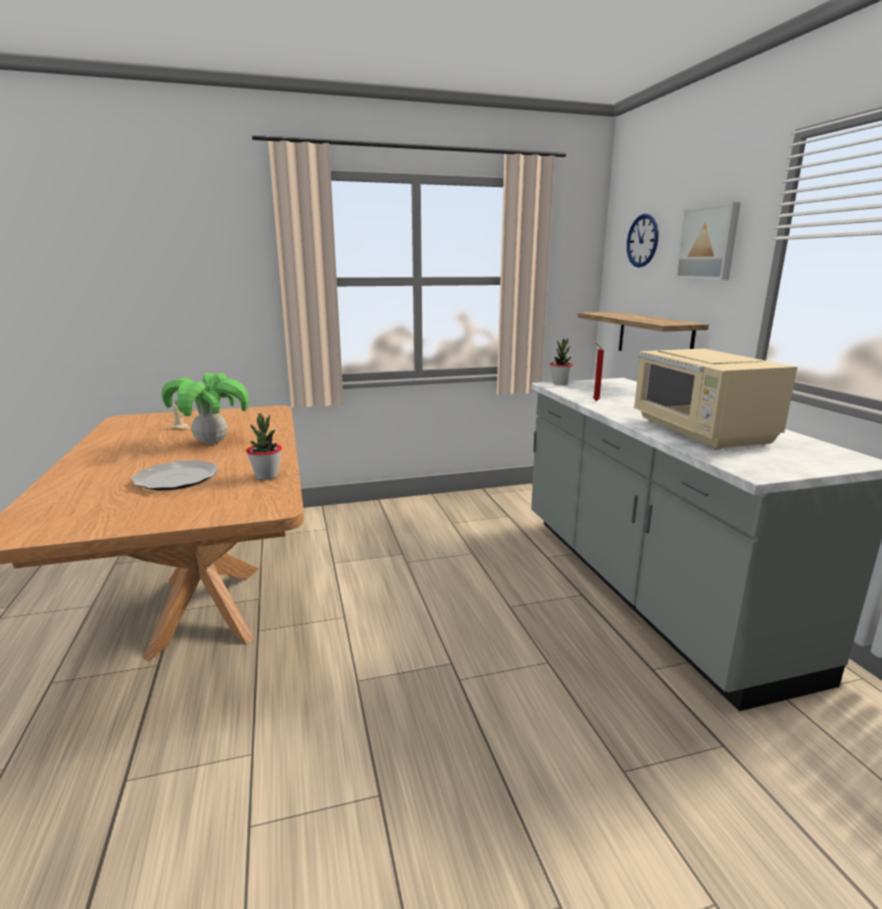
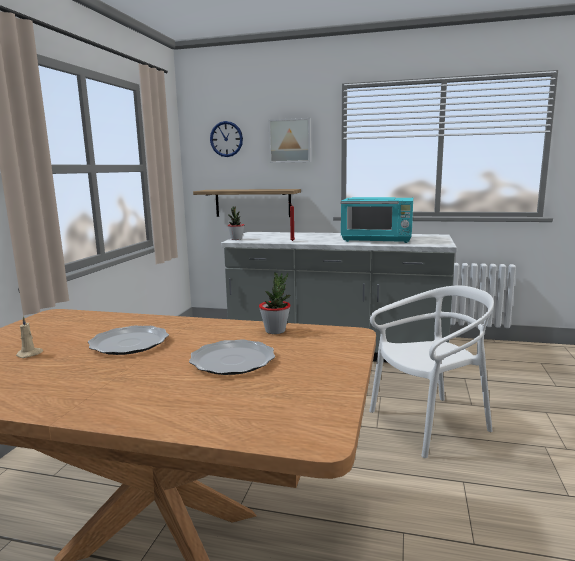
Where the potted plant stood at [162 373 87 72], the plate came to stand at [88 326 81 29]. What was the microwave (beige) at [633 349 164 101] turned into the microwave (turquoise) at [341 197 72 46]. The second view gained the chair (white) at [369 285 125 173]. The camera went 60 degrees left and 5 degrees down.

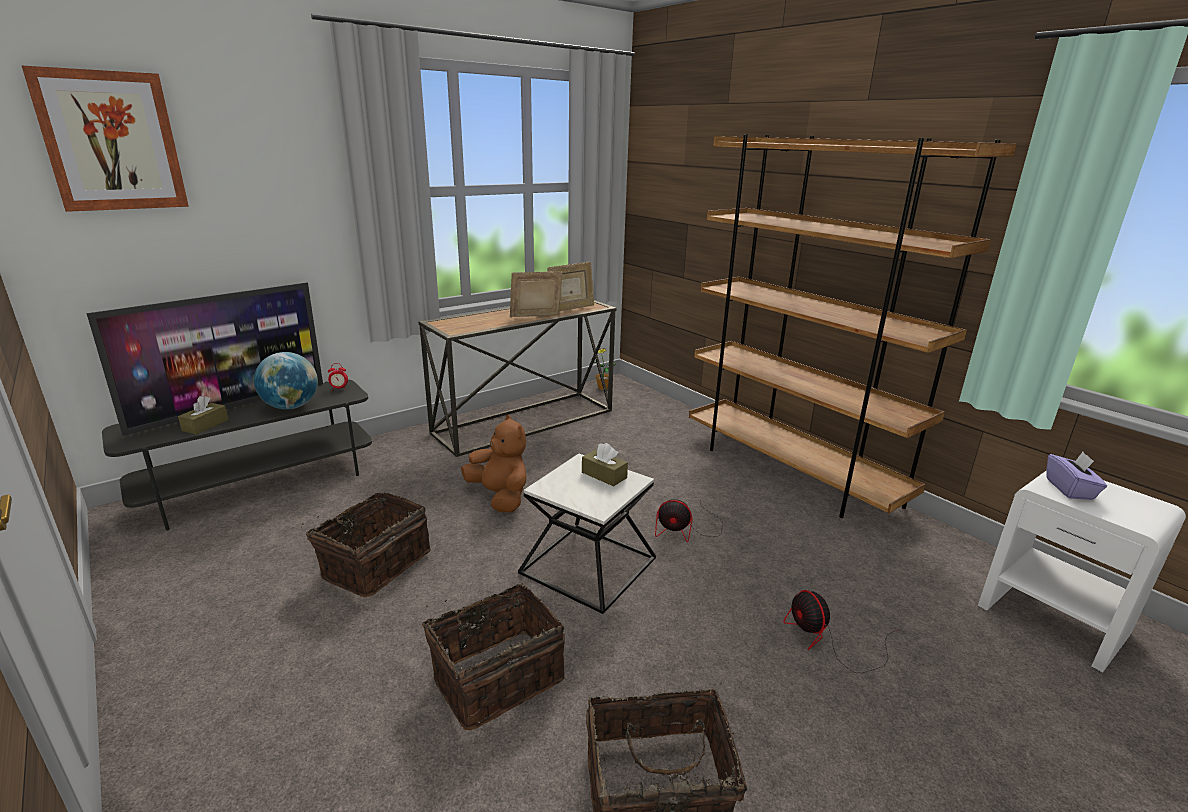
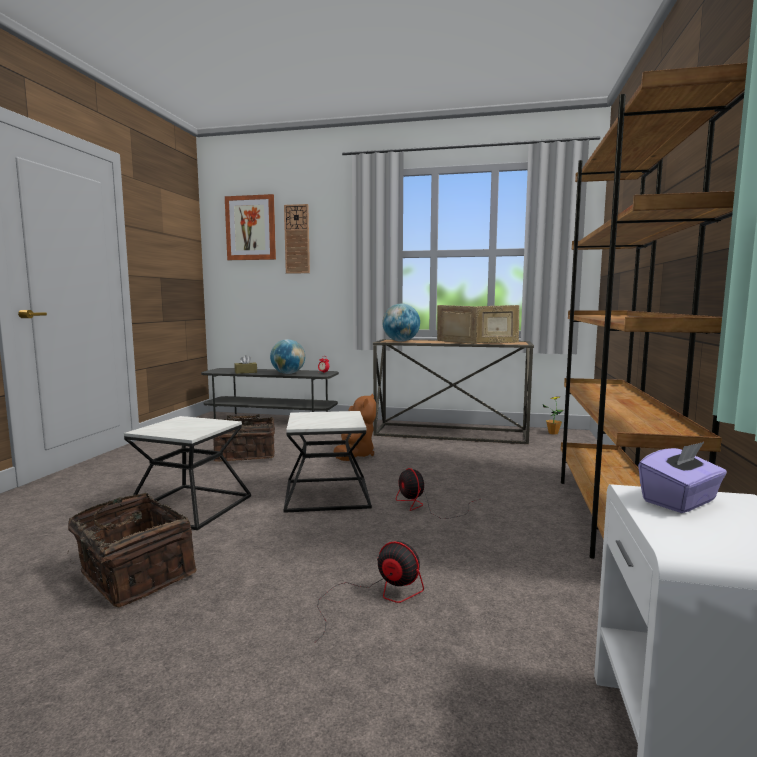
The second view lost the television at [86 282 237 154]. Where the basket stood at [422 583 143 147], the side table came to stand at [124 416 127 114]. The second view lost the tissue box (brown) at [582 443 46 43]. The fan at [783 590 116 83] ended up facing another way, 90 degrees clockwise from before. The second view gained the wall clock at [284 204 26 70]. The second view gained the globe at [382 304 38 38]. The camera went 50 degrees right and 15 degrees down.

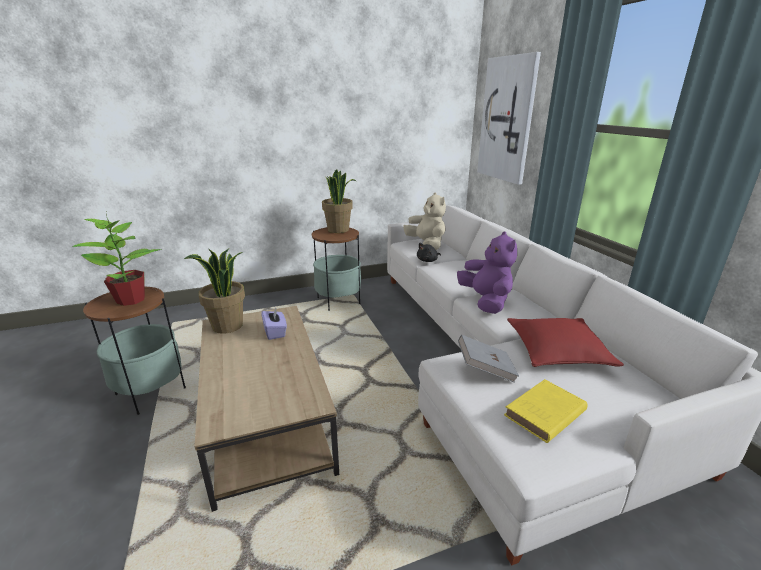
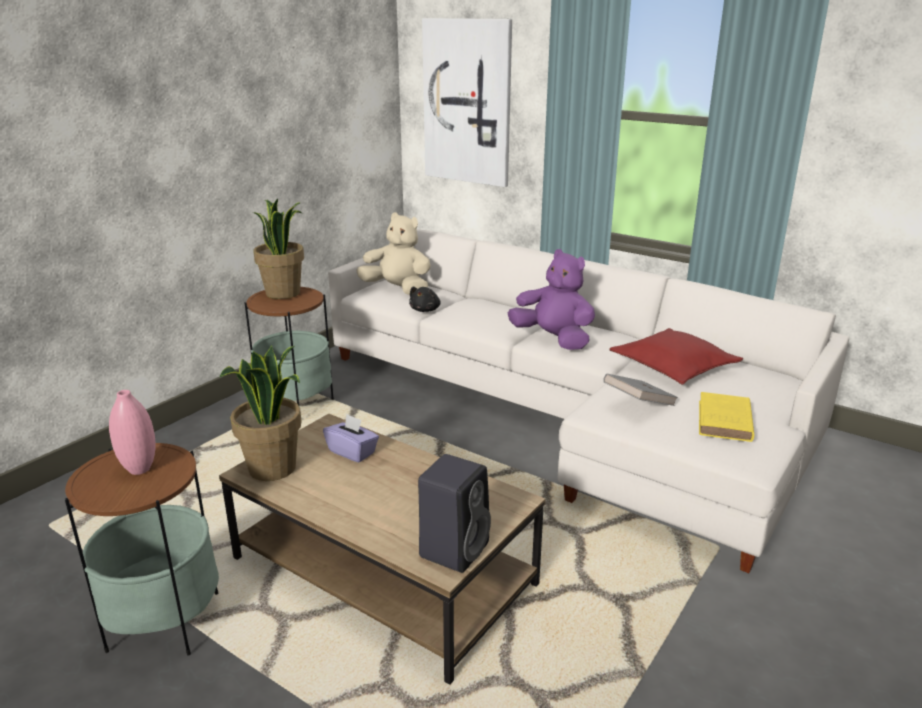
Where the potted plant stood at [72 212 90 94], the vase (pink) came to stand at [109 390 47 85]. The second view gained the speaker (black) at [418 454 73 119]. The camera went 35 degrees left and 0 degrees up.

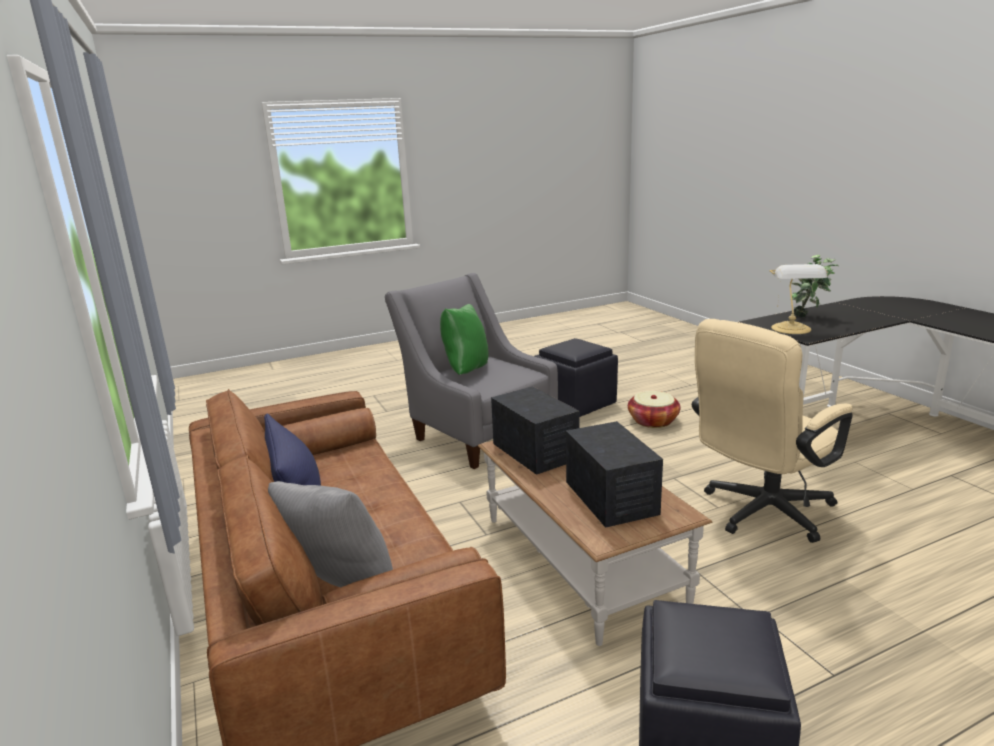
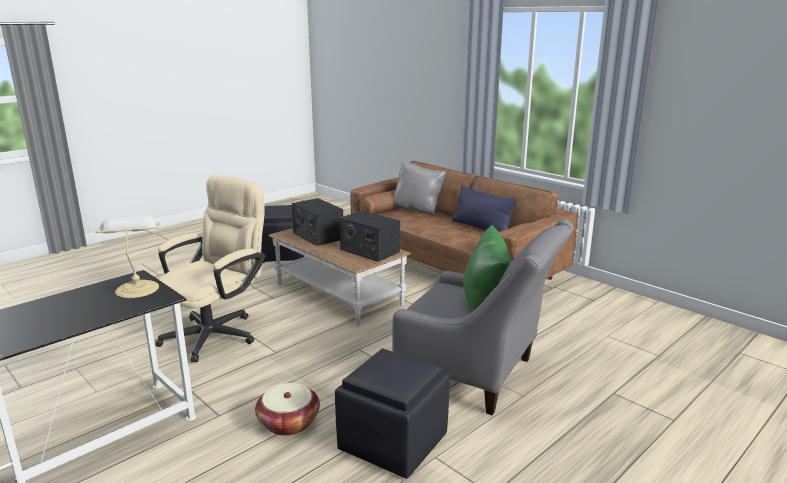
The second view lost the potted plant at [790 255 48 62]. The camera went 160 degrees right and 0 degrees up.

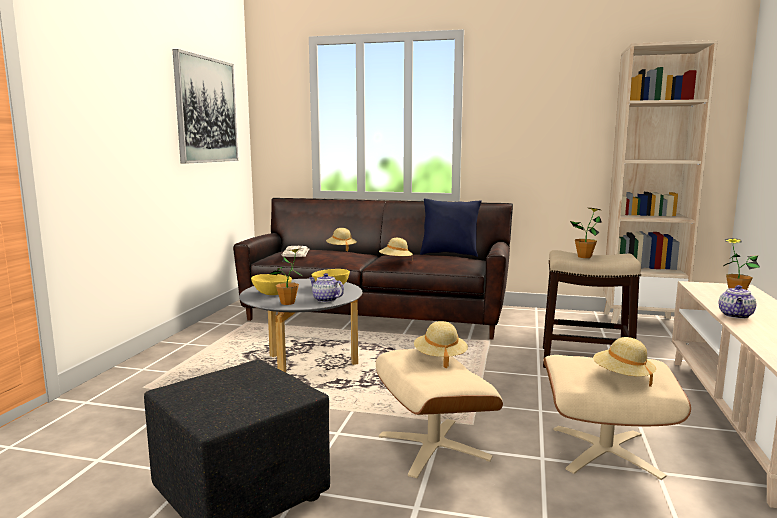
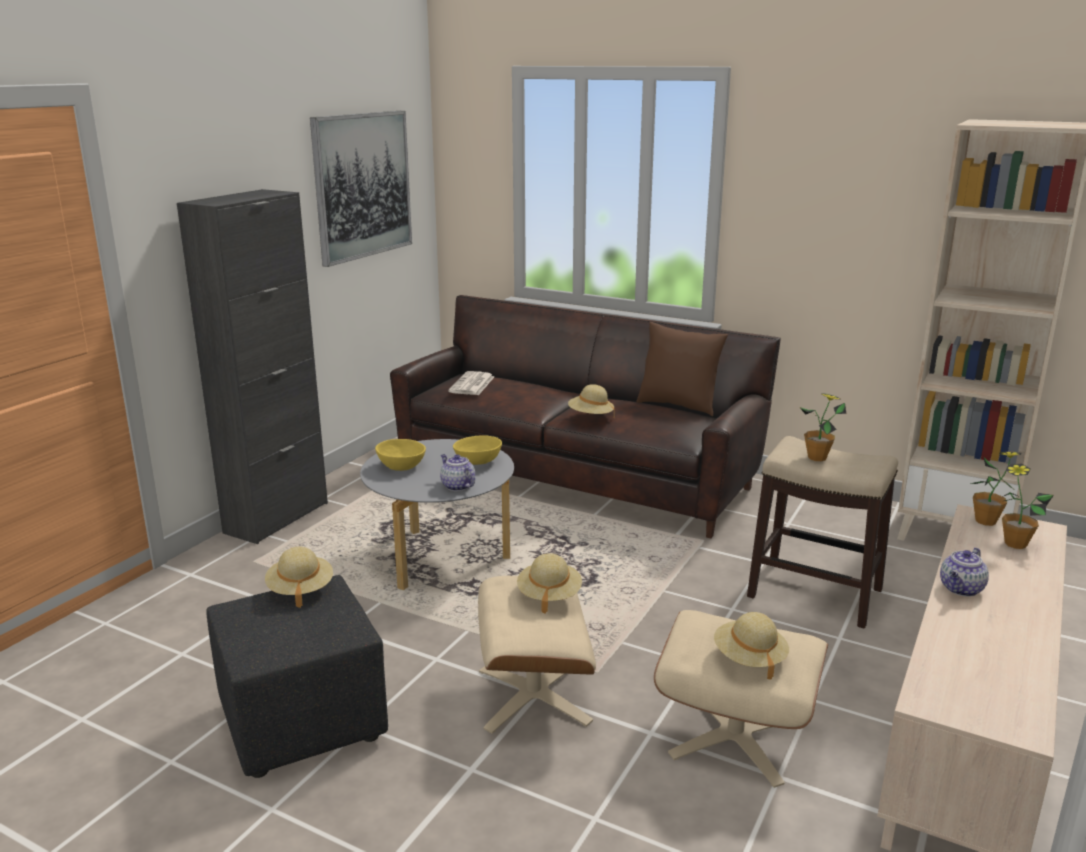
The potted plant ended up elsewhere, having gone from [270 249 33 56] to [969 452 53 74]. The hat (beige) ended up elsewhere, having gone from [326 228 31 23] to [265 547 68 61]. What was the pillow (blue) at [420 198 62 59] turned into the pillow (brown) at [637 322 91 94]. The second view gained the cabinet (black) at [177 189 151 355]. The camera went 15 degrees right and 10 degrees up.

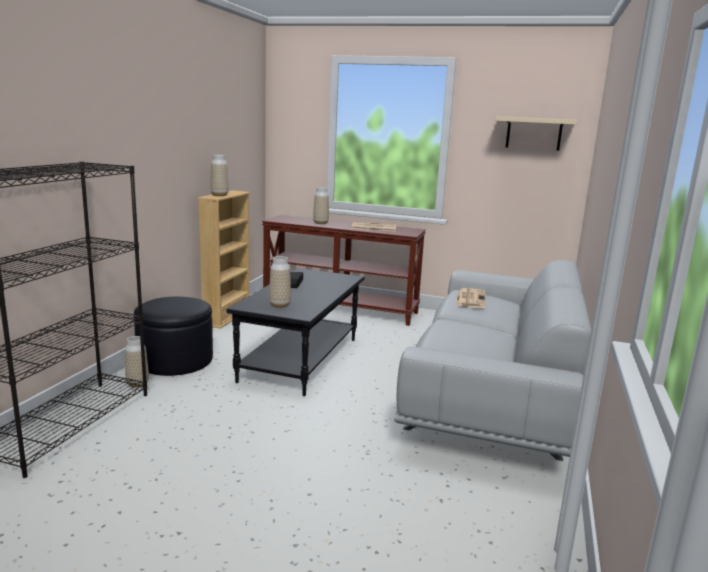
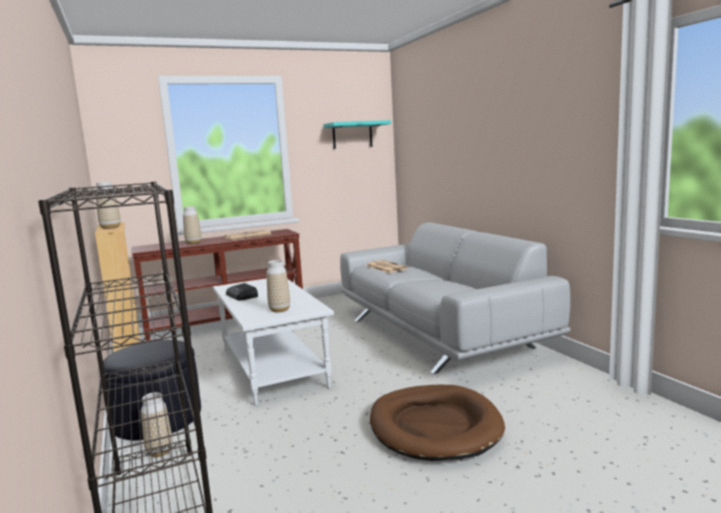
What was the coffee table (black) at [227 268 137 128] turned into the coffee table (white) at [213 279 121 127]. What was the shelf (beige) at [495 116 82 35] turned into the shelf (turquoise) at [323 120 68 29]. The second view gained the dog bed (brown) at [370 385 135 76]. The camera went 40 degrees left and 5 degrees down.

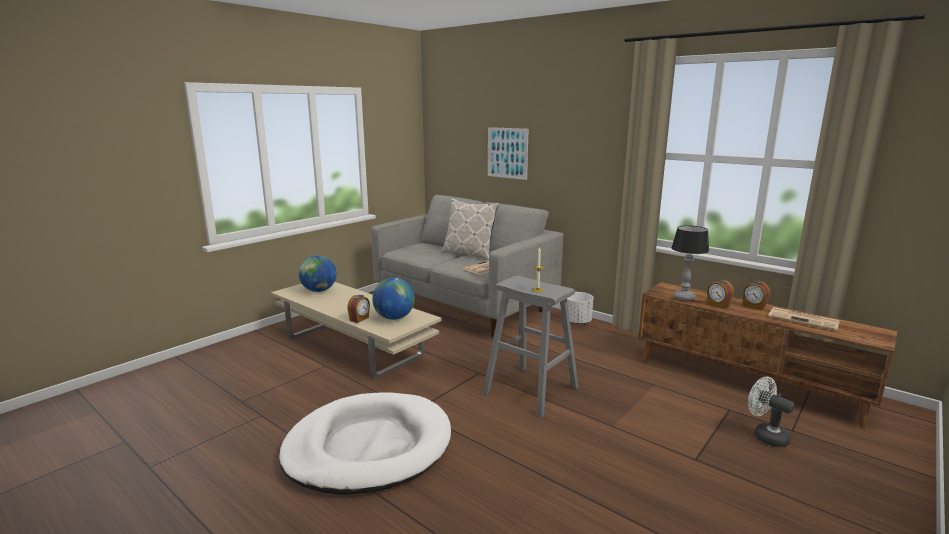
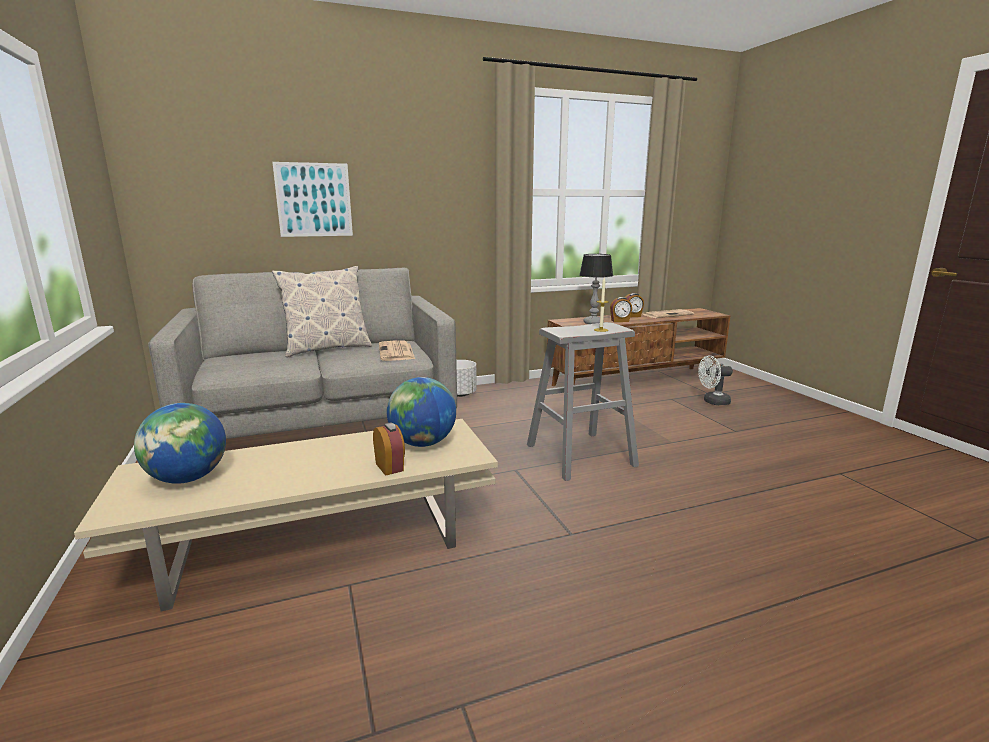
The second view lost the dog bed (white) at [279 392 172 103]. The camera went 60 degrees left and 0 degrees up.

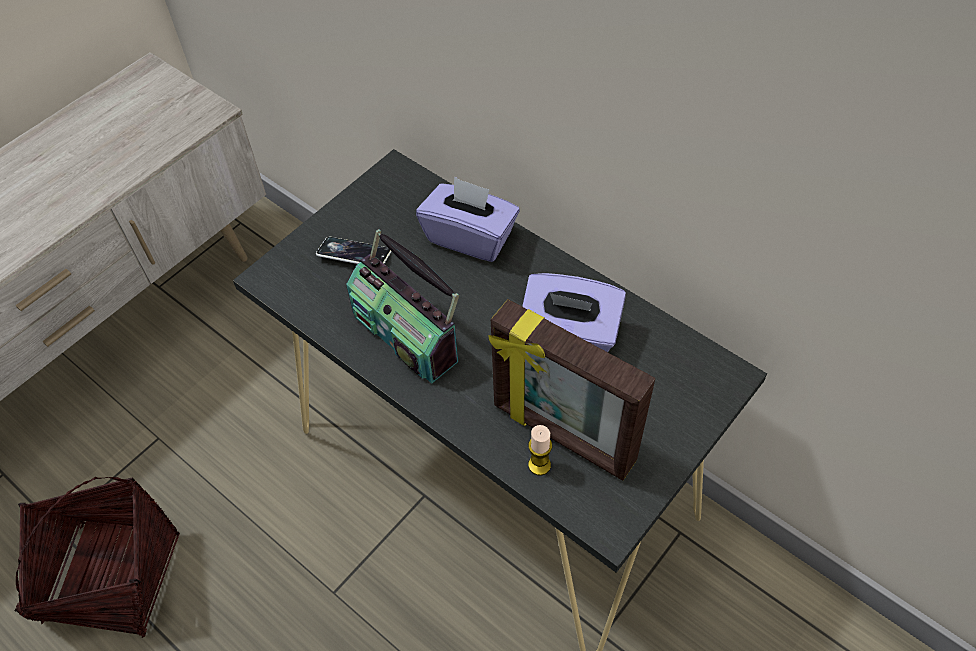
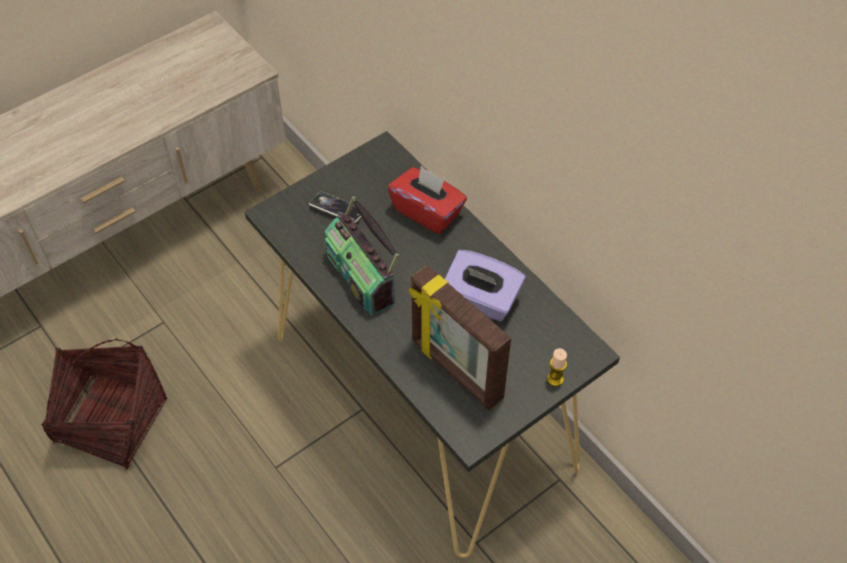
What was the tissue box (purple) at [416 177 104 85] turned into the tissue box (red) at [388 166 79 68]. The candle ended up elsewhere, having gone from [528 425 24 51] to [547 348 20 38]. The camera went 10 degrees right and 0 degrees up.

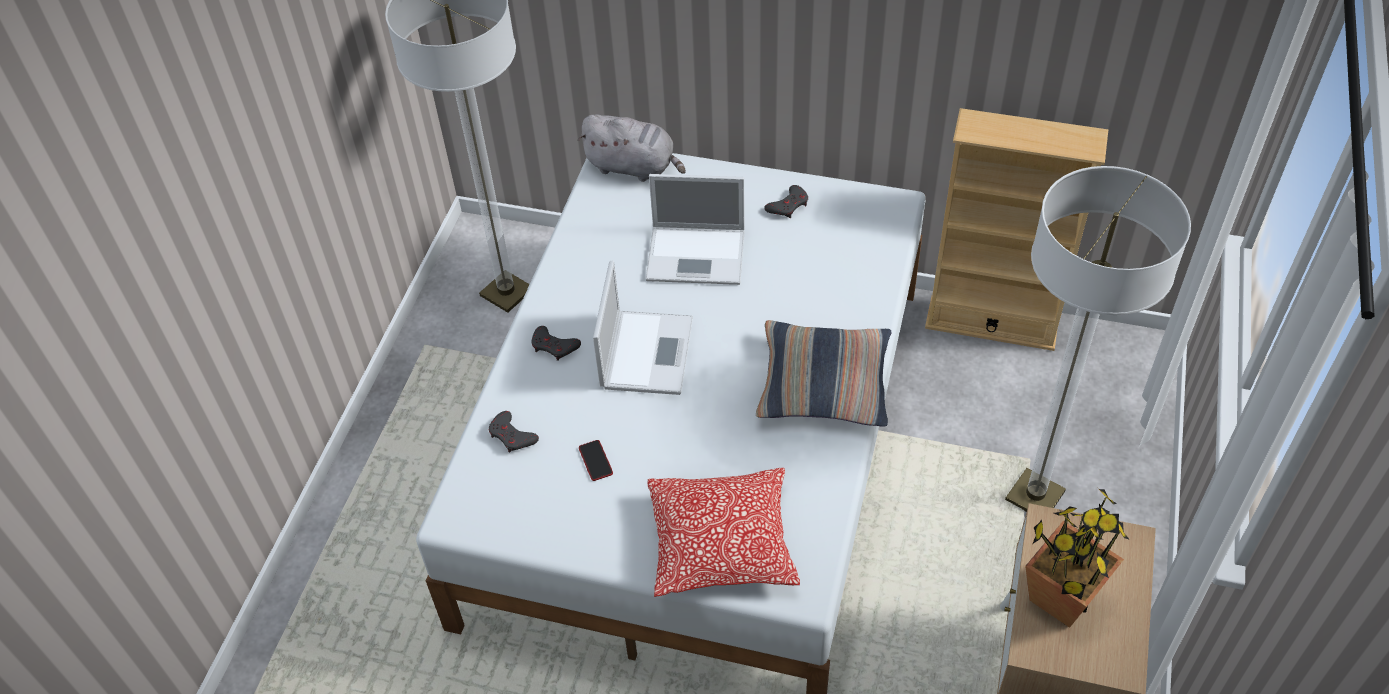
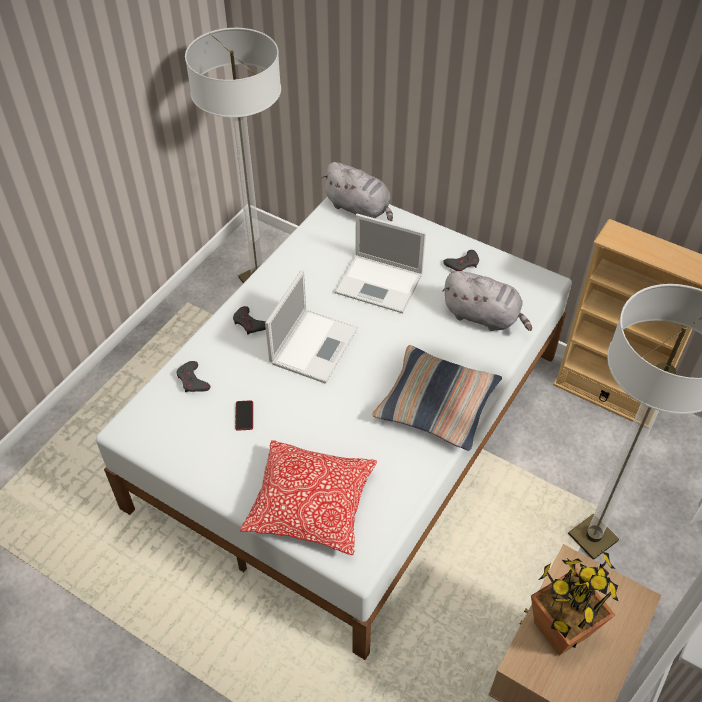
The second view gained the plush toy (grey) at [442 271 90 60]. The camera went 15 degrees right and 0 degrees up.

